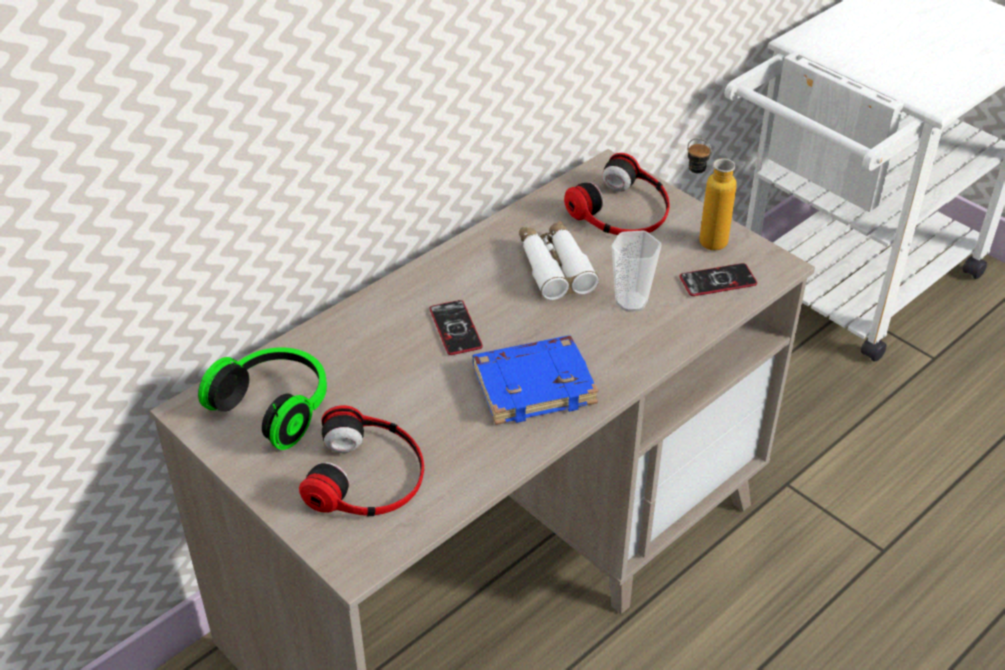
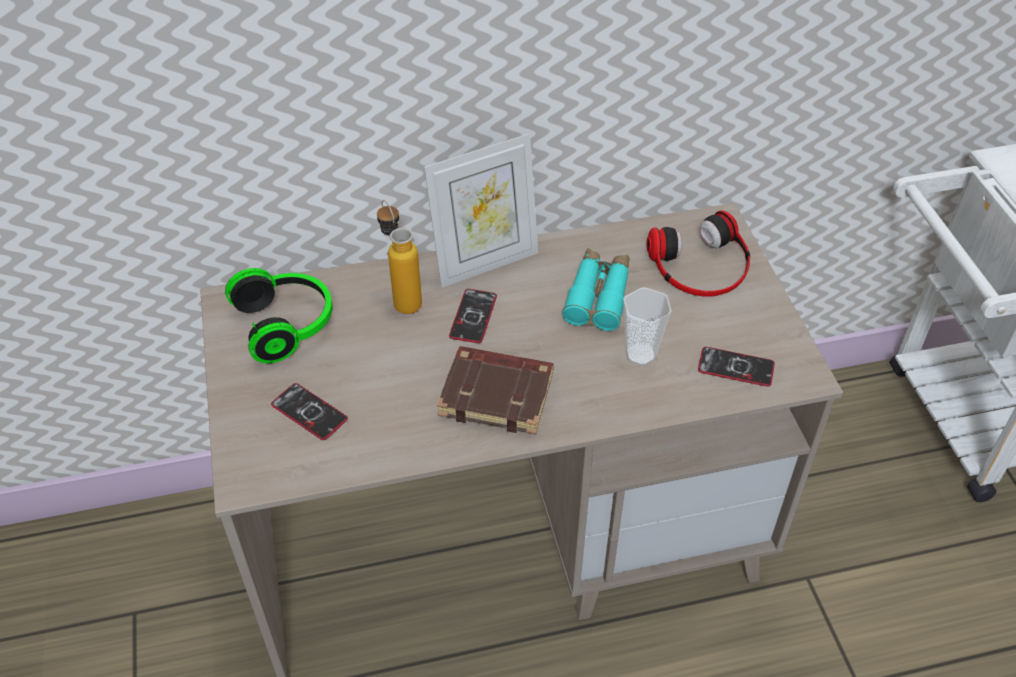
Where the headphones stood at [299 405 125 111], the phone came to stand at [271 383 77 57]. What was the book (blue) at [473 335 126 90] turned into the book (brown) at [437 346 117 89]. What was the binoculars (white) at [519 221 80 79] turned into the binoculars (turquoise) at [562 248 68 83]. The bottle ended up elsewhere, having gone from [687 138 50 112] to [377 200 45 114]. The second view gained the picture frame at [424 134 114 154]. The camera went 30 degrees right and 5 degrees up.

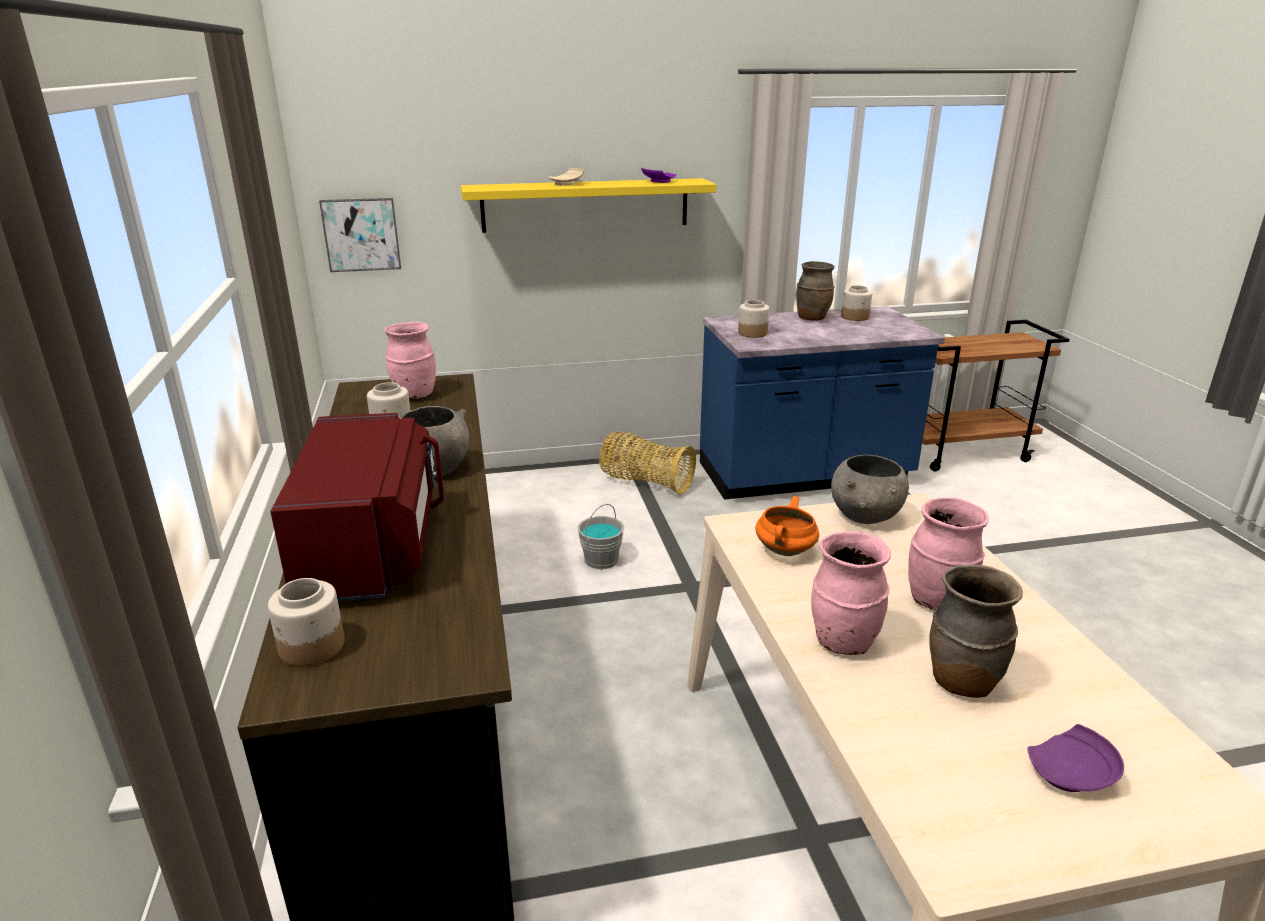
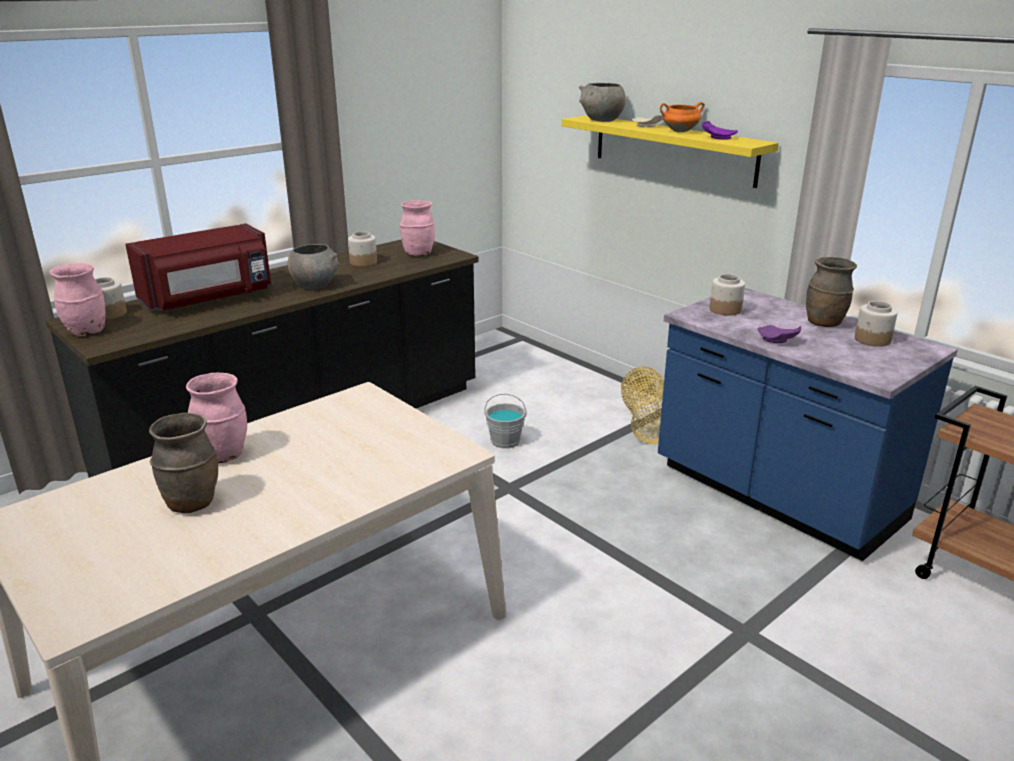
The second view lost the picture at [319 198 82 74]. The cooking pot (orange) ended up elsewhere, having gone from [755 496 64 60] to [660 102 45 30]. The bowl (grey) ended up elsewhere, having gone from [831 455 78 69] to [579 83 47 39]. The vase (pink) ended up elsewhere, having gone from [908 498 81 112] to [50 263 56 73]. The plate (purple) ended up elsewhere, having gone from [1027 724 97 68] to [757 325 44 18]. The camera went 60 degrees right and 0 degrees up.

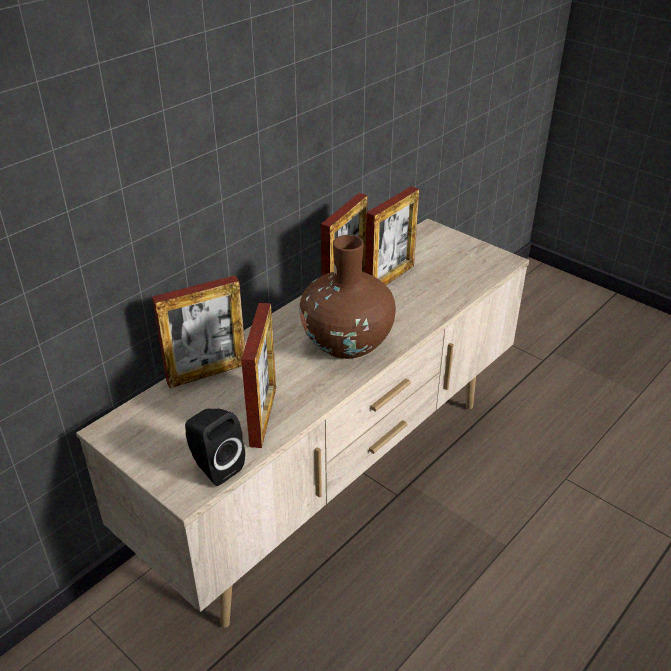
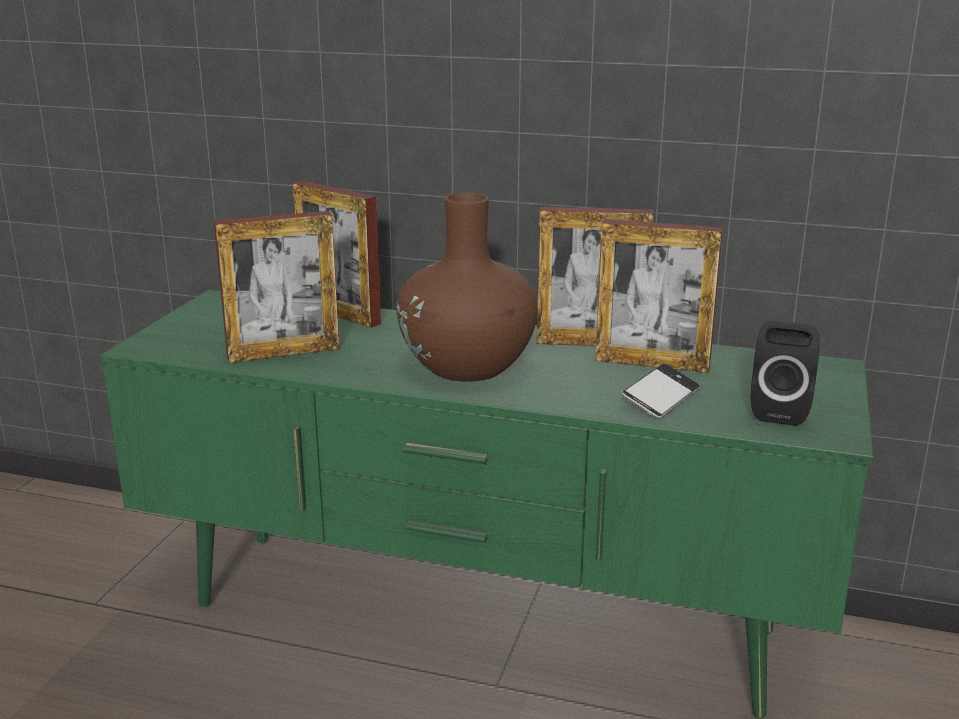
What was the tv stand (beige) at [76 218 453 410] turned into the tv stand (green) at [100 290 773 429]. The speaker (black) ended up elsewhere, having gone from [185 408 60 78] to [751 321 68 105]. The second view gained the phone at [621 363 79 56]. The camera went 65 degrees right and 15 degrees down.

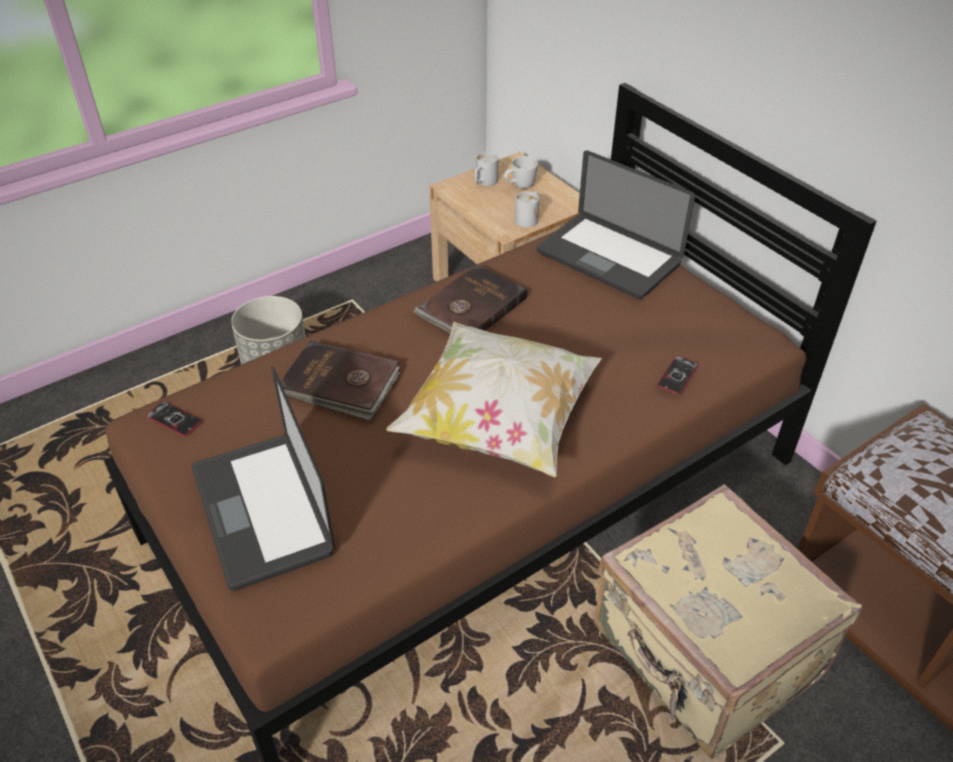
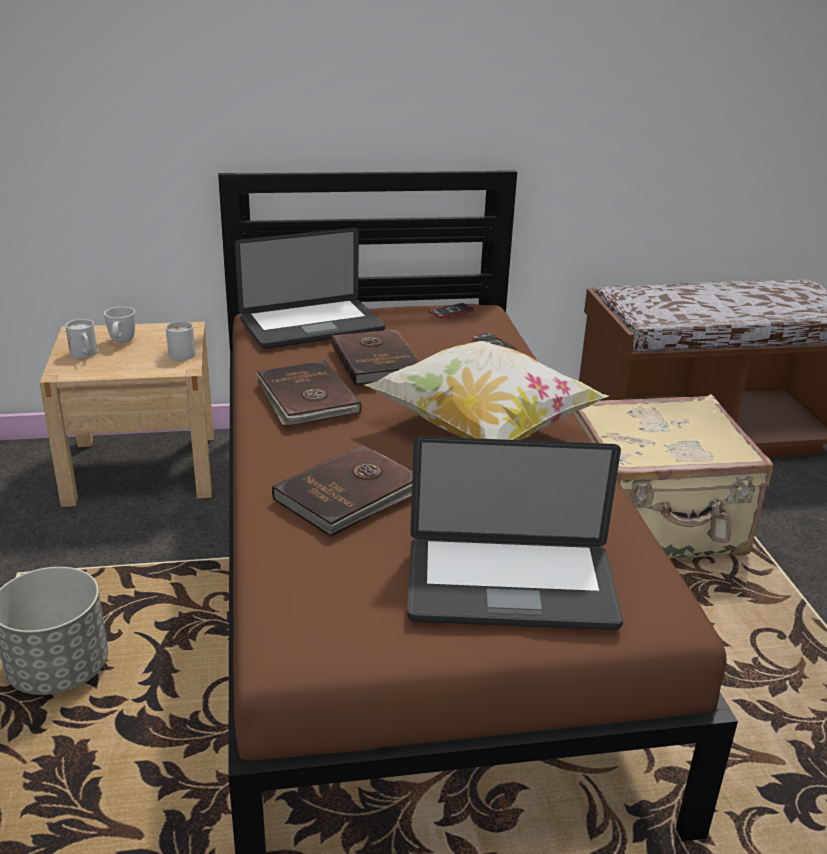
The phone ended up elsewhere, having gone from [146 401 56 35] to [429 303 46 15]. The second view gained the book (brown) at [331 330 89 56]. The camera went 65 degrees left and 15 degrees down.

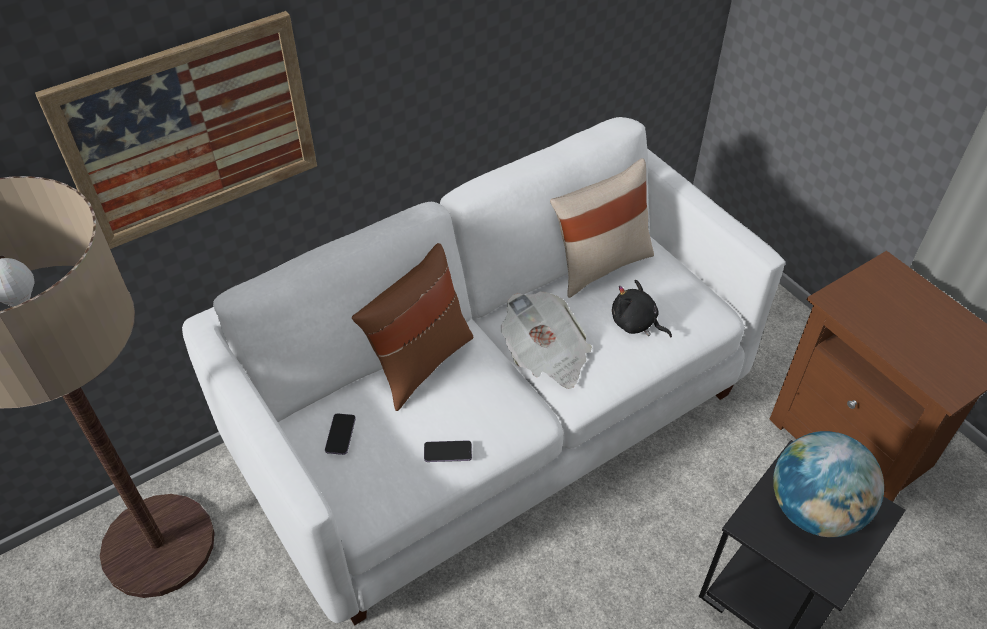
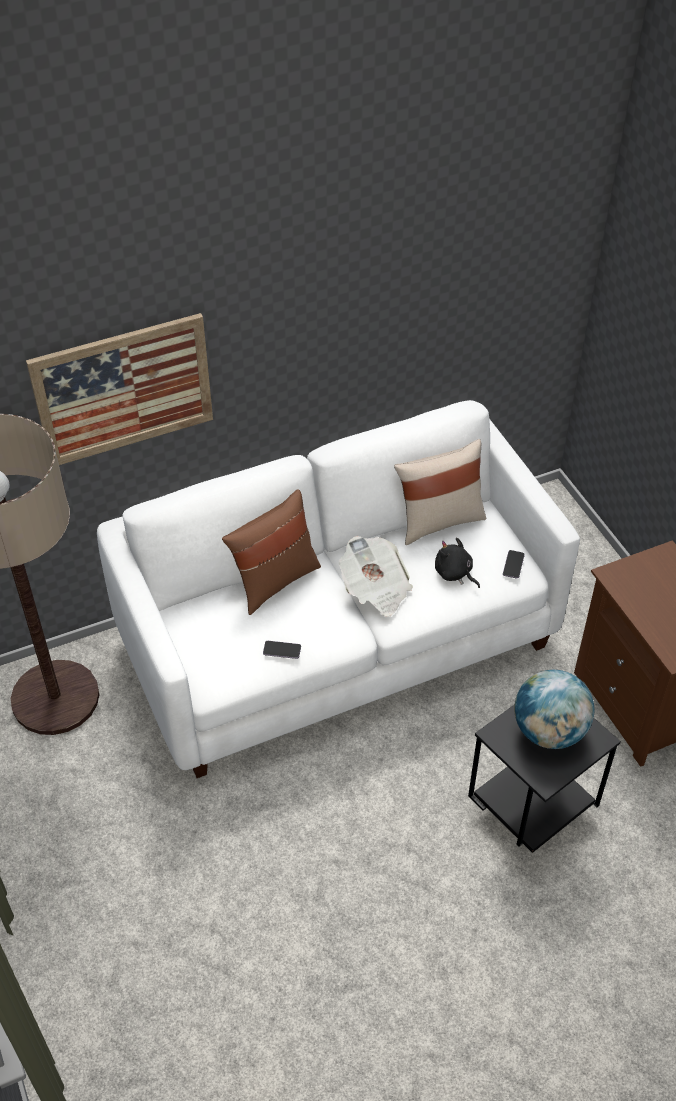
The phone ended up elsewhere, having gone from [325 413 31 42] to [503 550 22 28]. The camera went 10 degrees right and 0 degrees up.

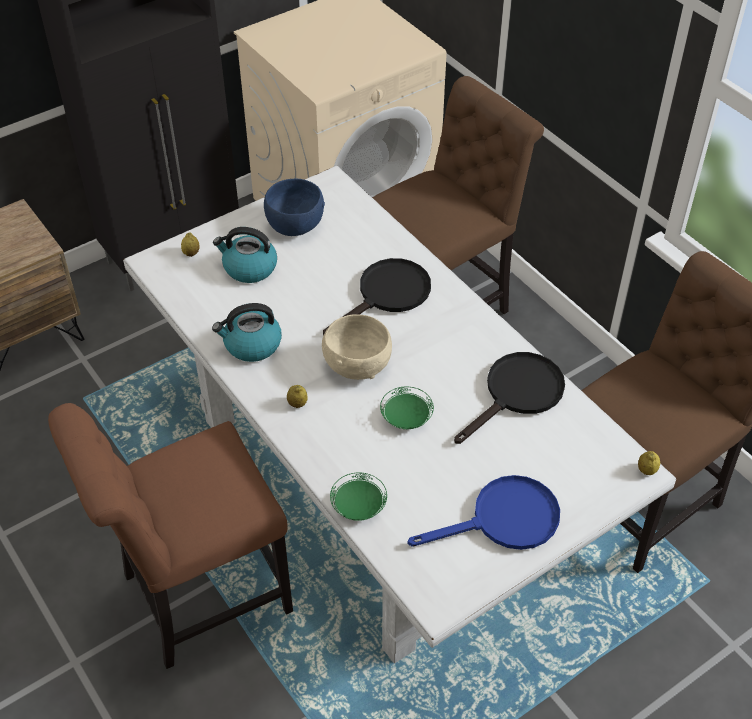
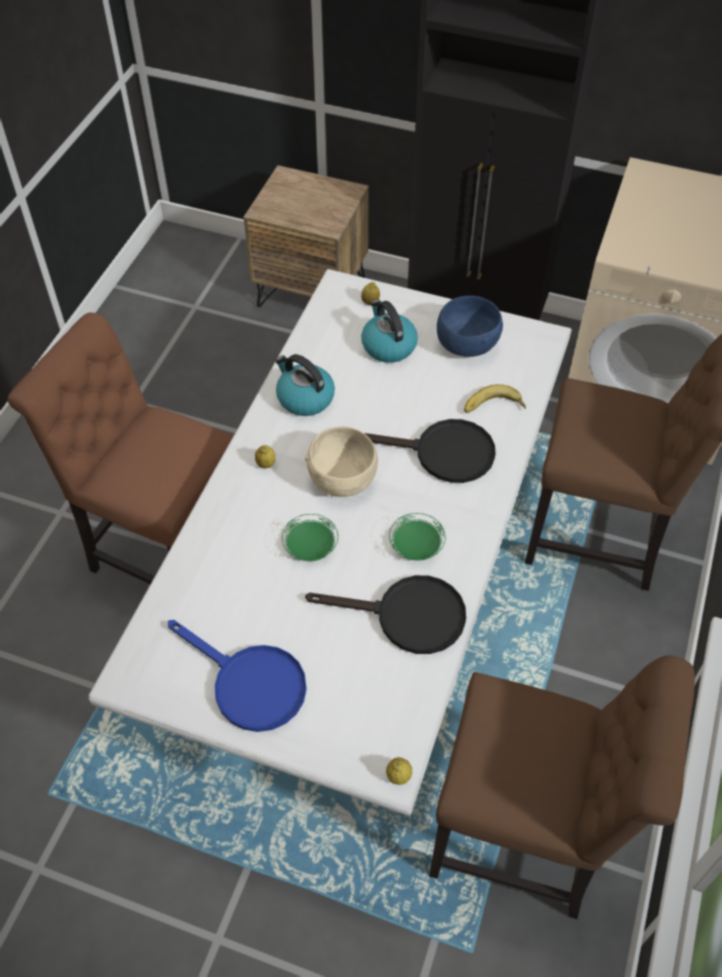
The plate (green) ended up elsewhere, having gone from [330 472 57 49] to [389 513 57 48]. The second view gained the banana at [464 384 62 29]. The camera went 55 degrees right and 5 degrees up.

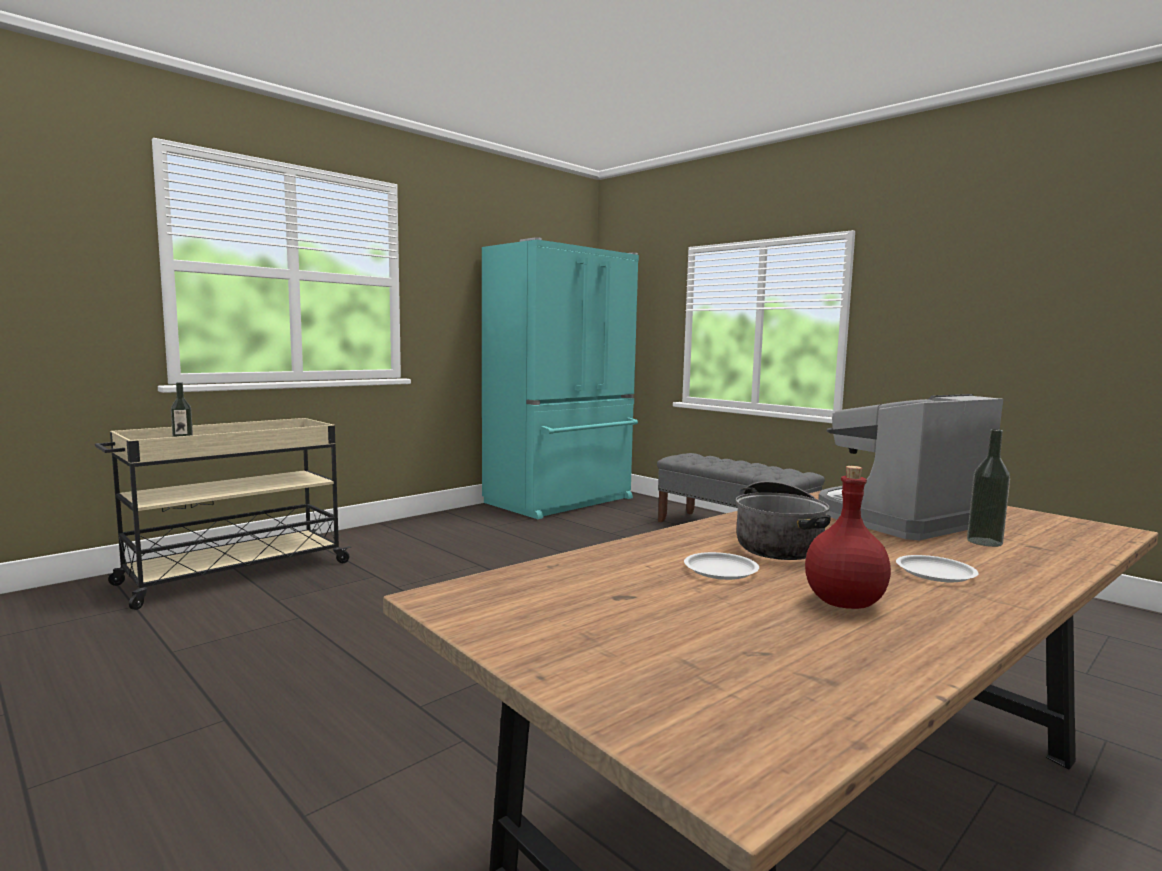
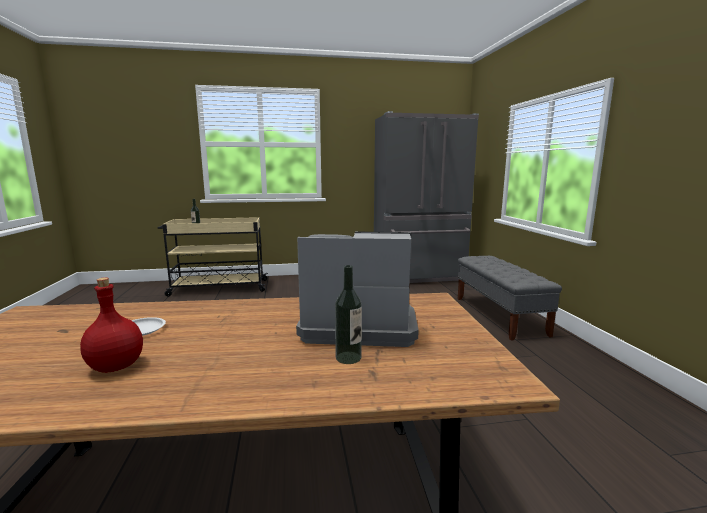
What was the fridge (turquoise) at [482 237 157 282] turned into the fridge (grey) at [374 111 105 172]. The second view lost the cooking pot at [735 481 96 79]. The second view lost the plate (white) at [896 555 83 27]. The camera went 35 degrees right and 5 degrees up.

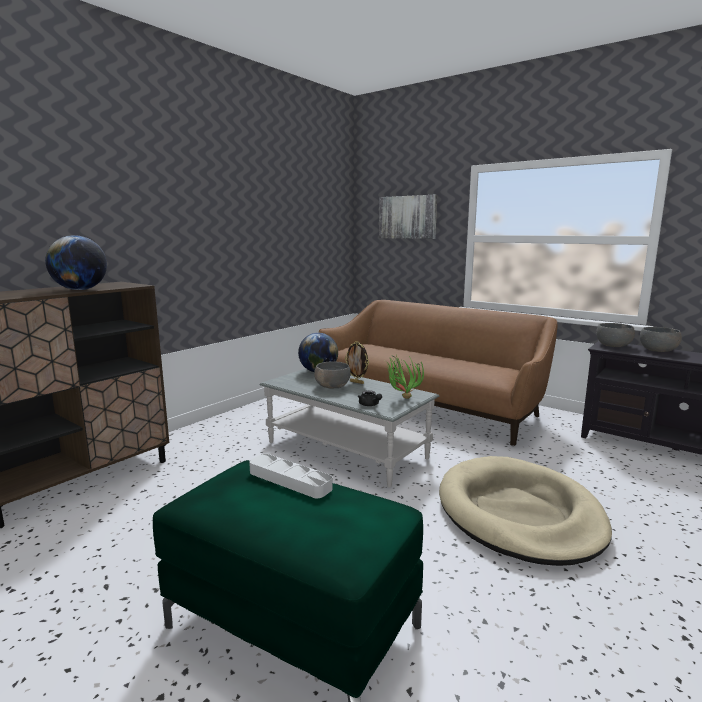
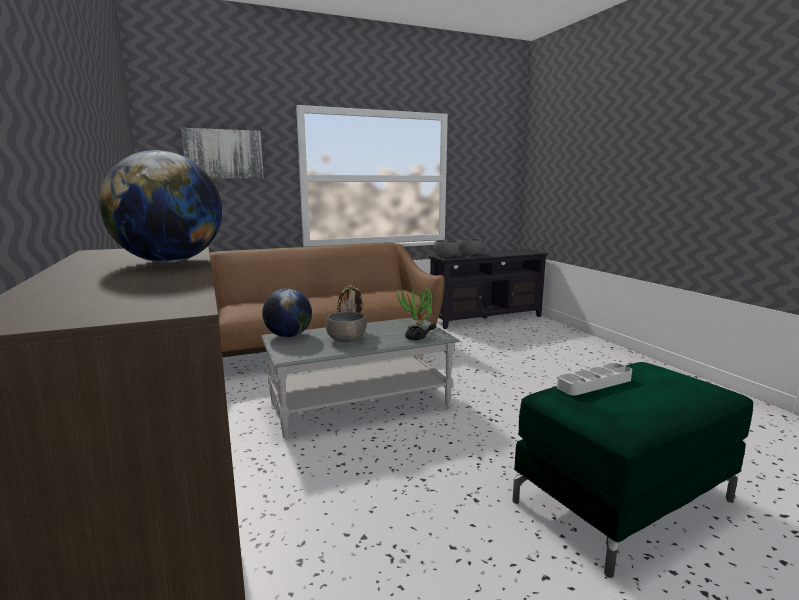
The second view lost the dog bed (beige) at [439 456 173 110]. The camera went 60 degrees left and 0 degrees up.

